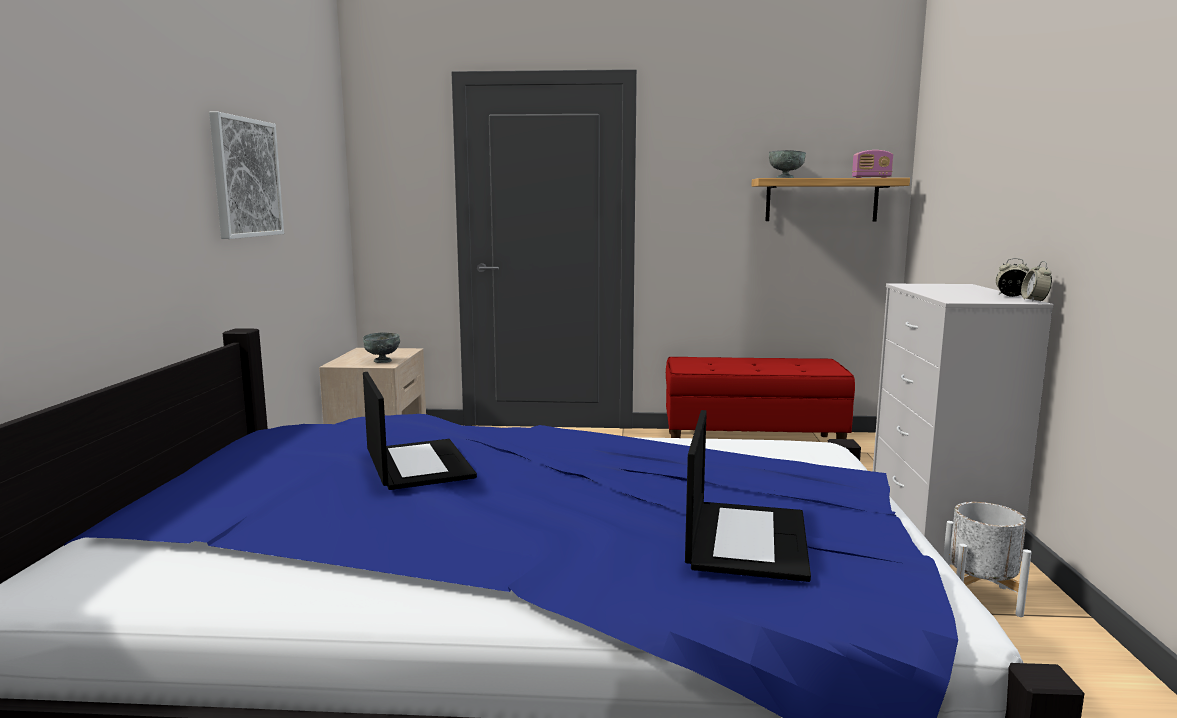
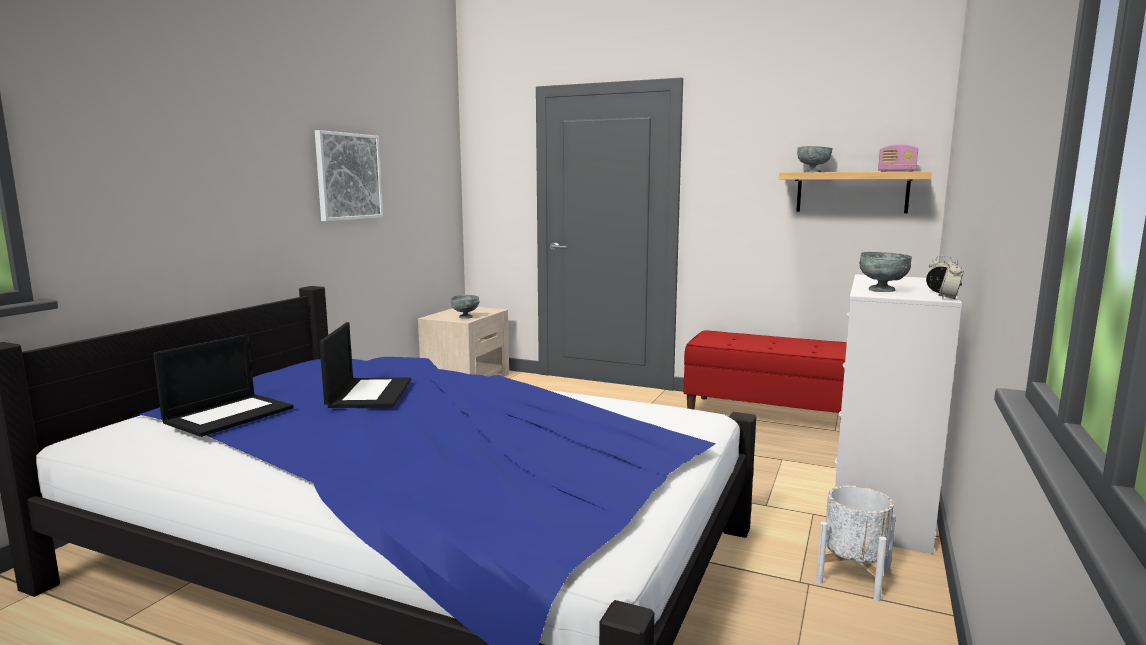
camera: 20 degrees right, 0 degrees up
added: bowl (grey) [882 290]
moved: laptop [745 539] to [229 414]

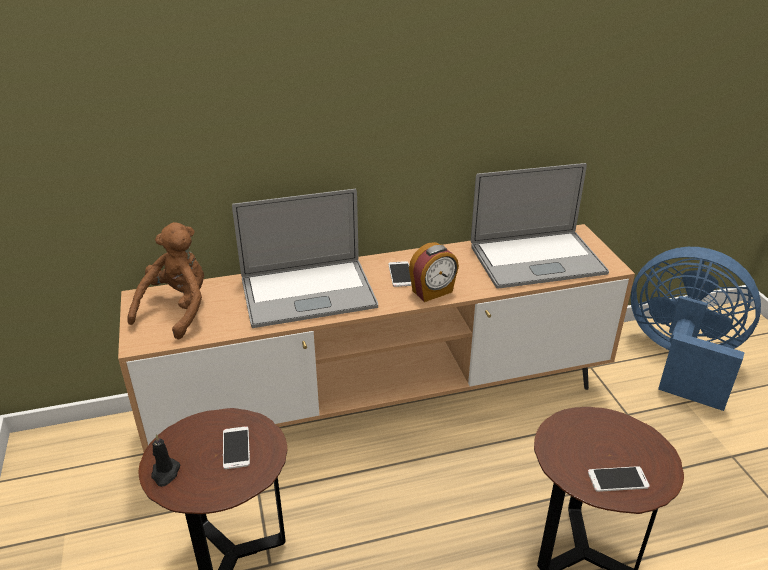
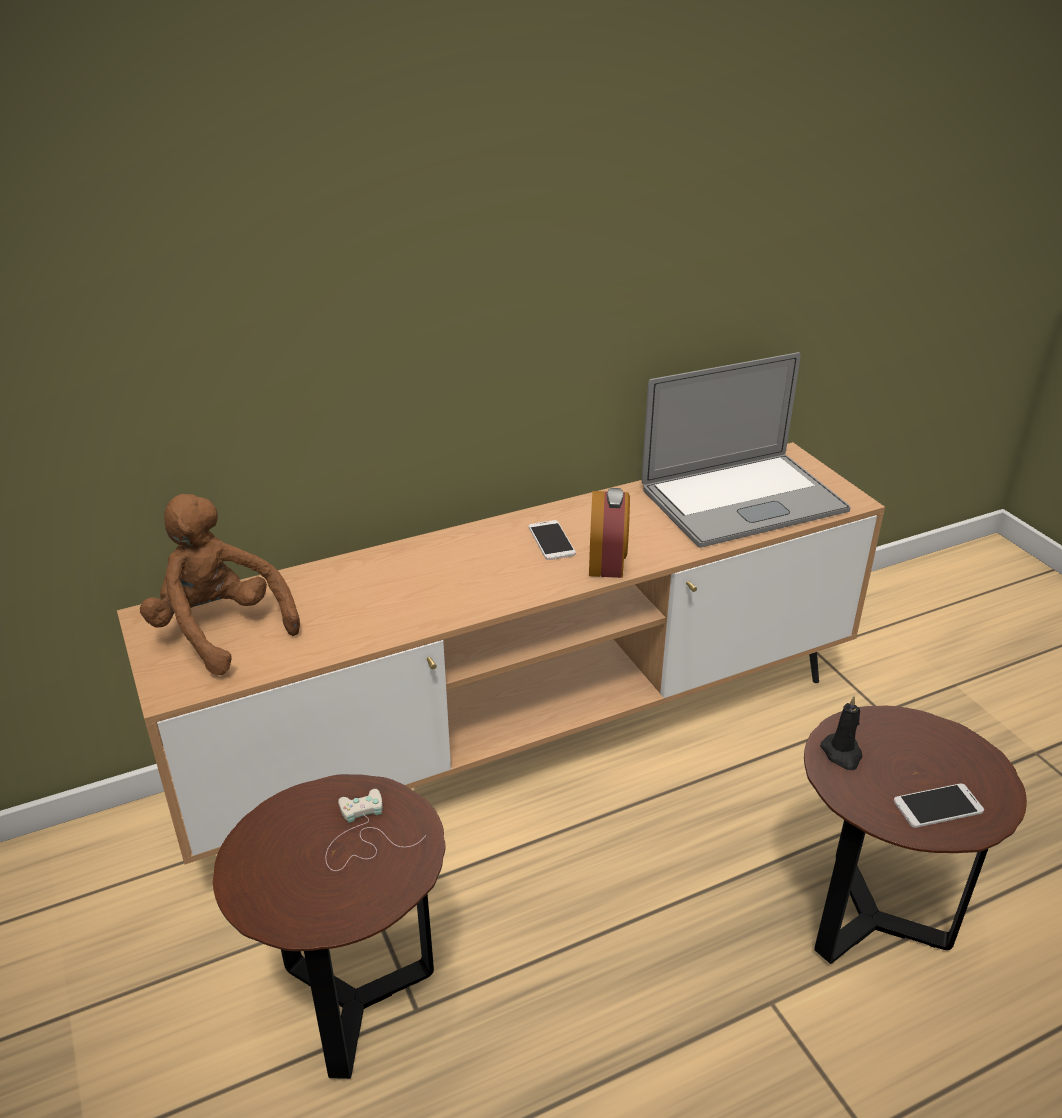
camera: 10 degrees left, 0 degrees up
removed: laptop [308 293]; fan (blue) [680 360]
moved: candle (black) [165 473] to [842 754]
replaced: phone [236 448] to game controller (white) [362 836]
turned: plush toy (brown) [177 309] = [219 630] 60 degrees counterclockwise; alarm clock [433 292] = [607 562] 45 degrees counterclockwise

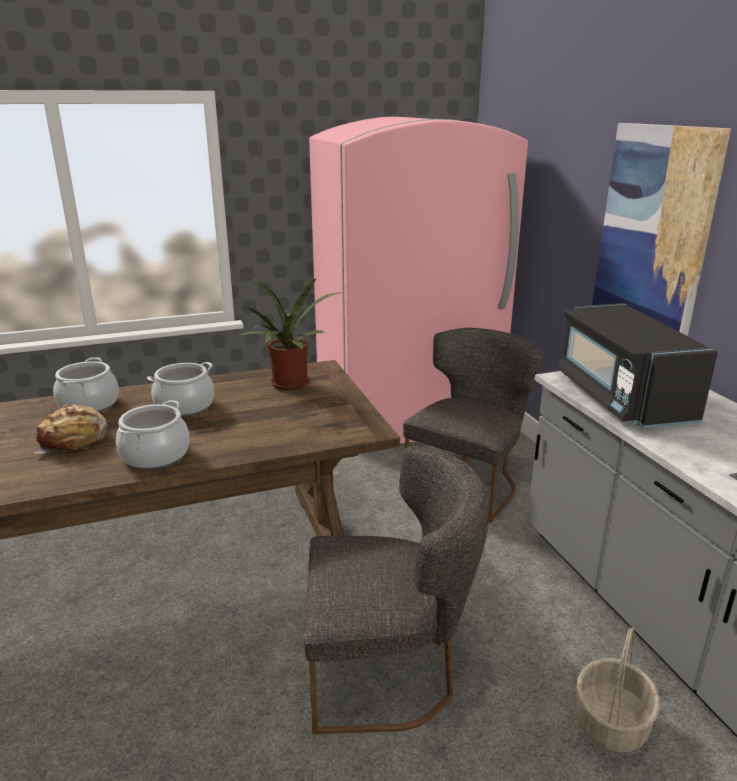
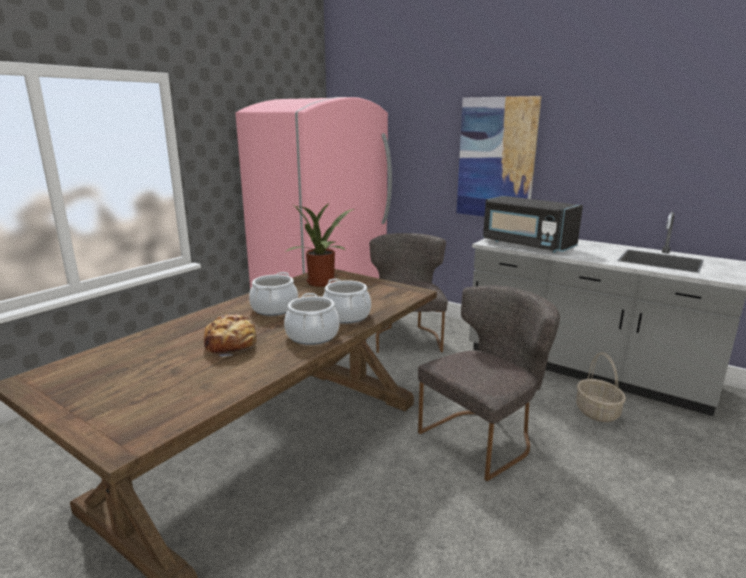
camera: 35 degrees left, 5 degrees down
moved: cooking pot [89 405] to [346 316]

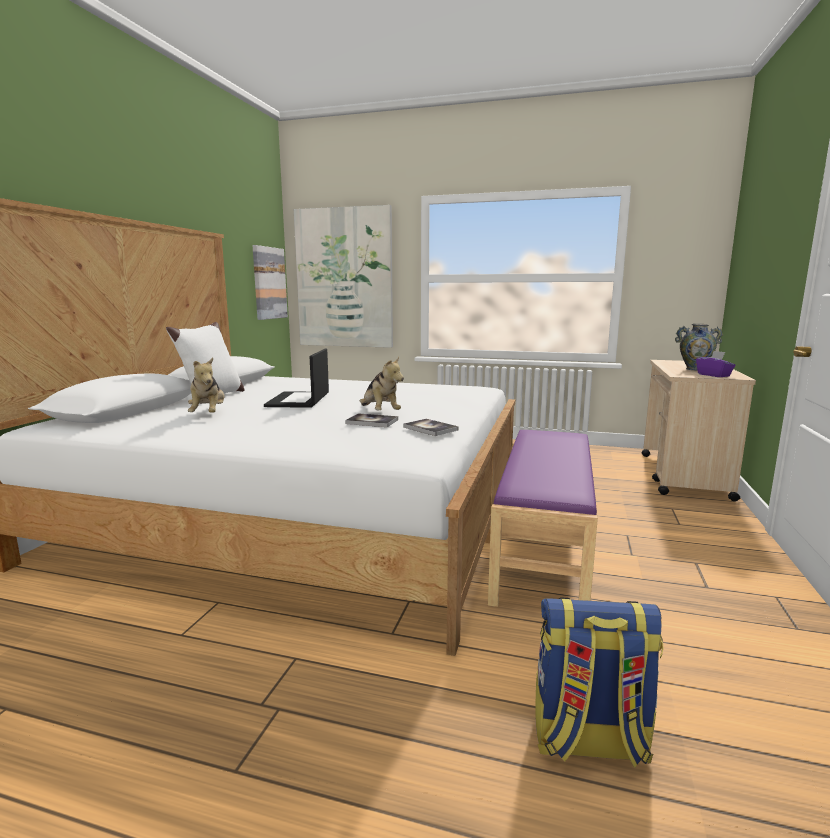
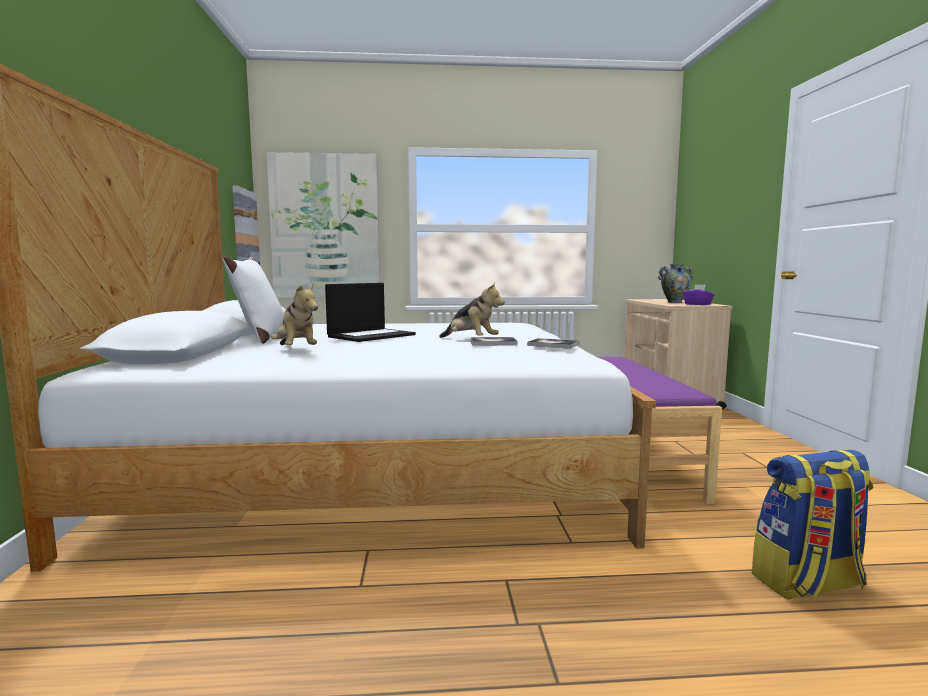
camera: 20 degrees left, 5 degrees down
turned: laptop [299 400] = [372 335] 120 degrees counterclockwise

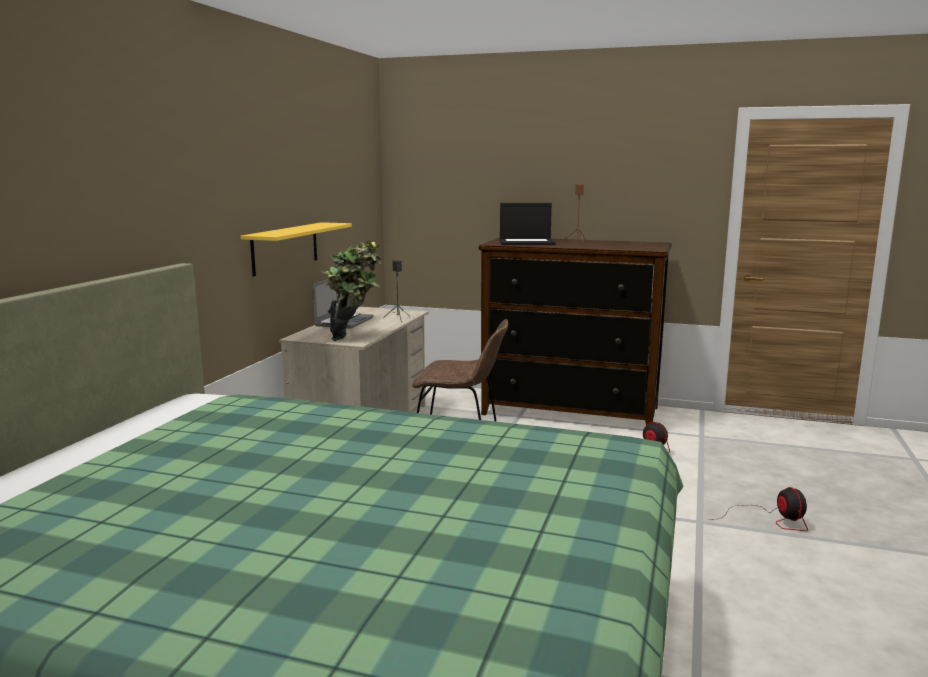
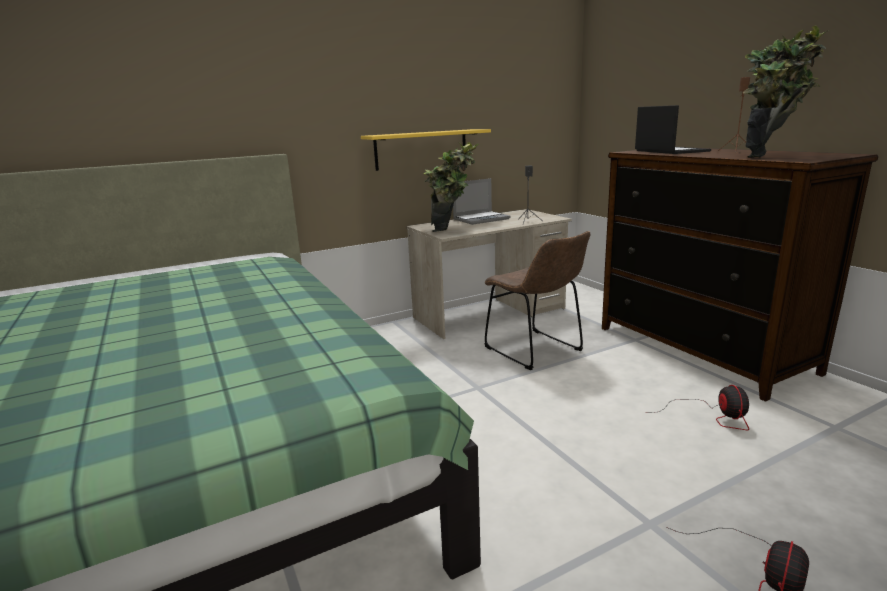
camera: 45 degrees right, 5 degrees up
added: potted plant [769 156]
turned: laptop [527 242] = [669 151] 150 degrees counterclockwise

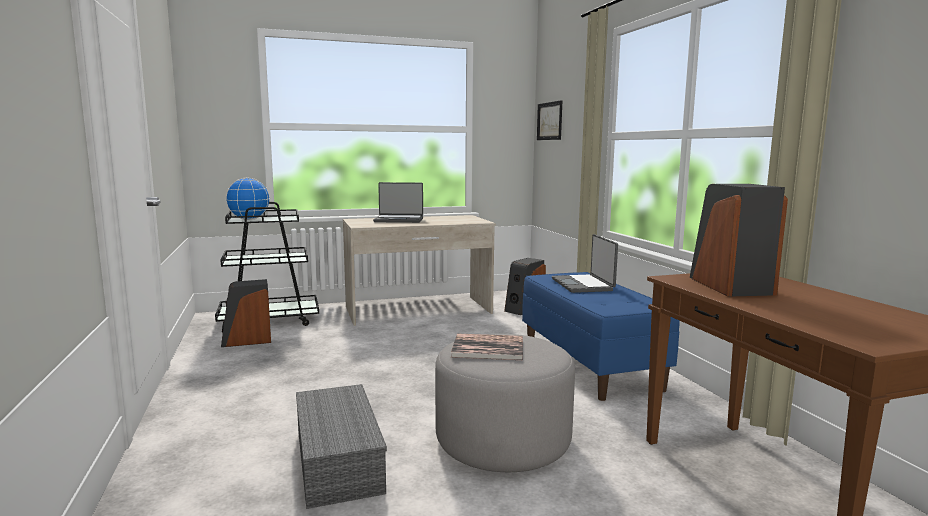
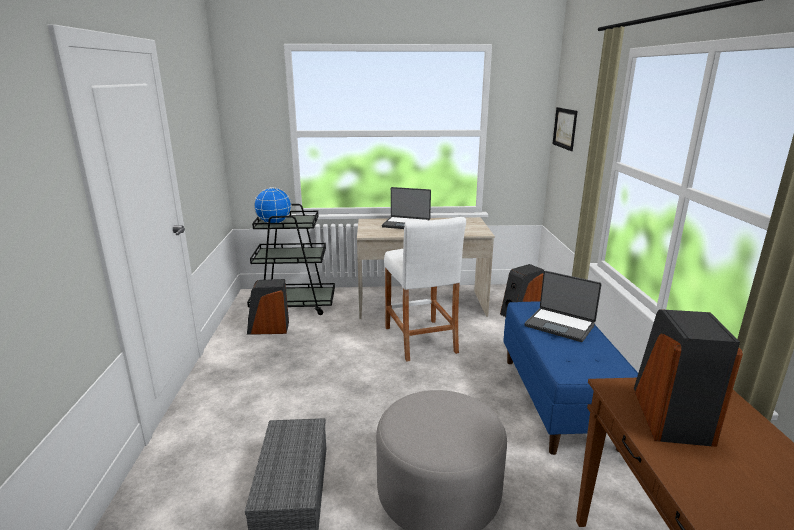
camera: 15 degrees right, 10 degrees up
removed: book [488 348]
added: stool (white) [420 339]
turned: laptop [583 285] = [560 325] 60 degrees counterclockwise

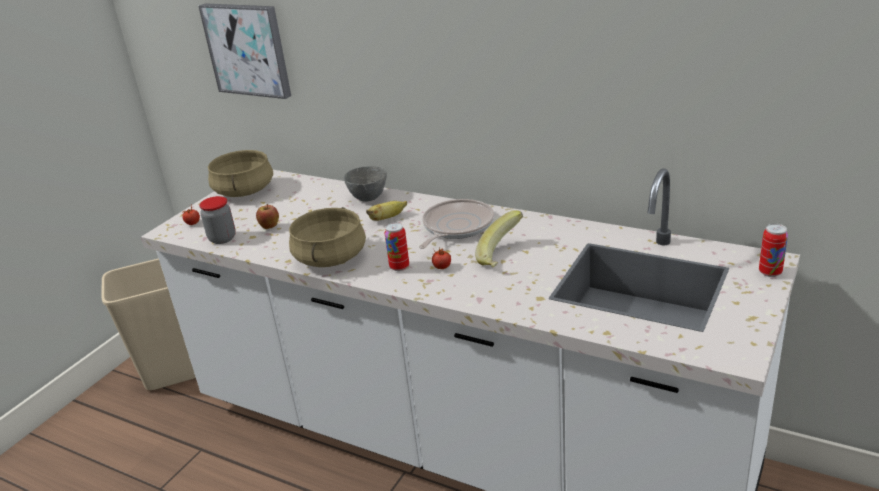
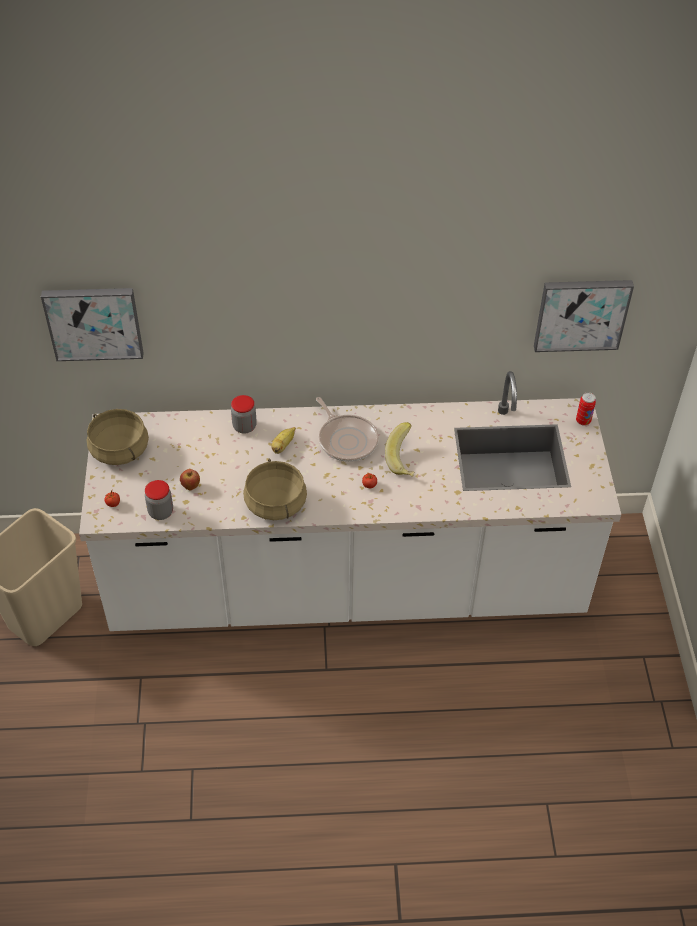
camera: 35 degrees left, 20 degrees up
removed: can [399 267]
added: picture [581 313]
replaced: bowl (grey) [367 198] to jar [244 426]
turned: frying pan [456 227] = [346 439] 150 degrees clockwise

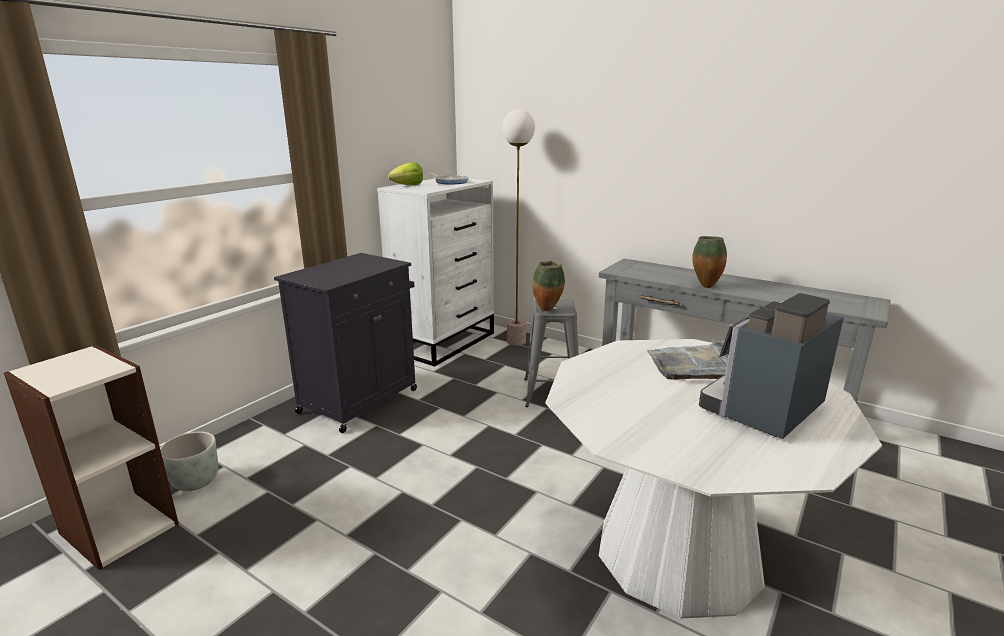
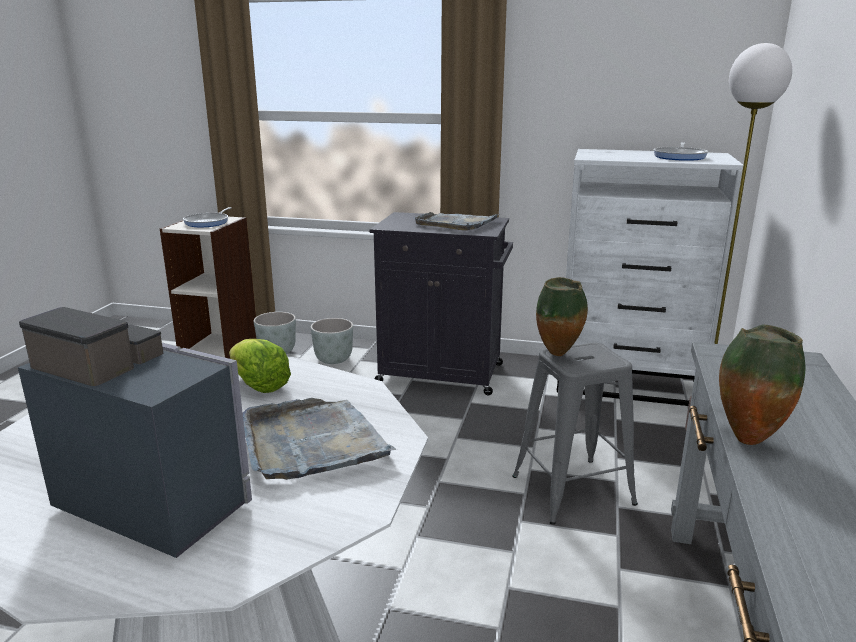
camera: 70 degrees right, 0 degrees up
added: frying pan [208 222]; planter (grey) [333 360]; tray (grey) [456 223]
moved: lettuce [408 185] to [258 385]

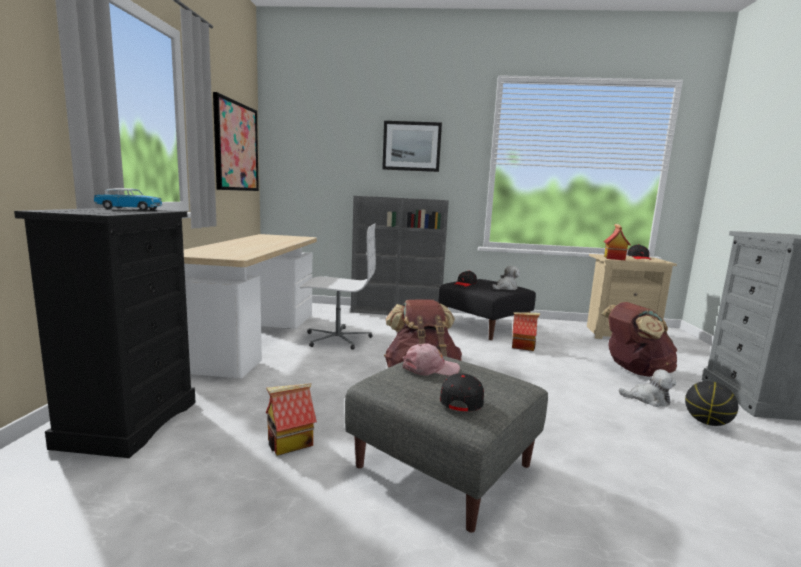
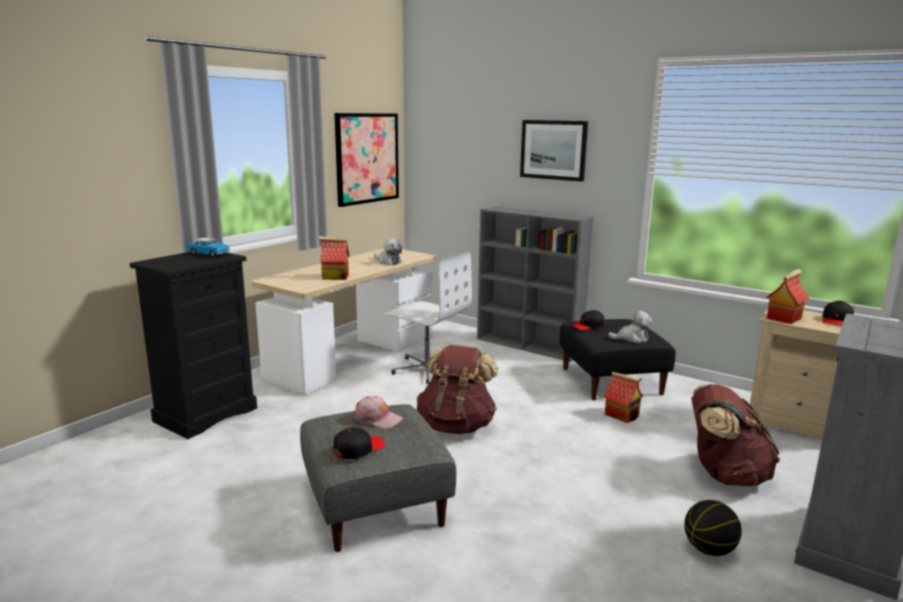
camera: 30 degrees right, 5 degrees up
moved: toy house [289 443] to [334 277]; plush toy [648 399] to [388 262]

